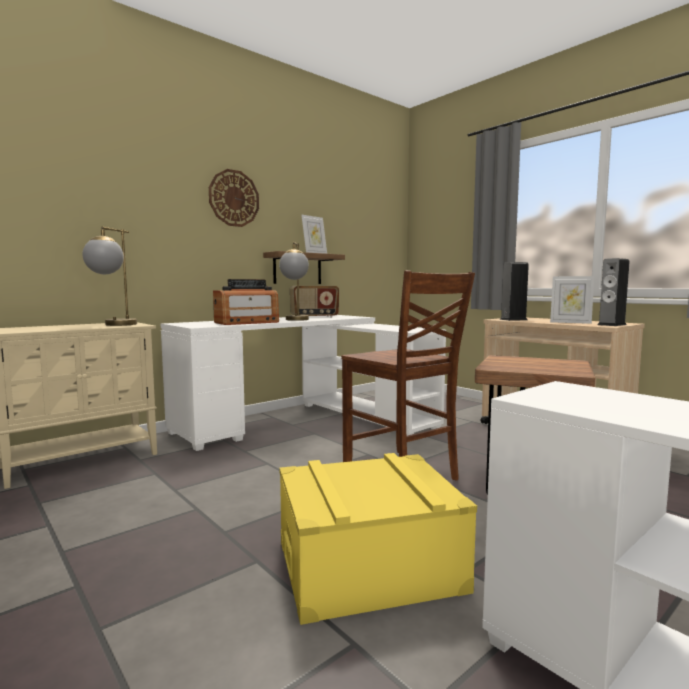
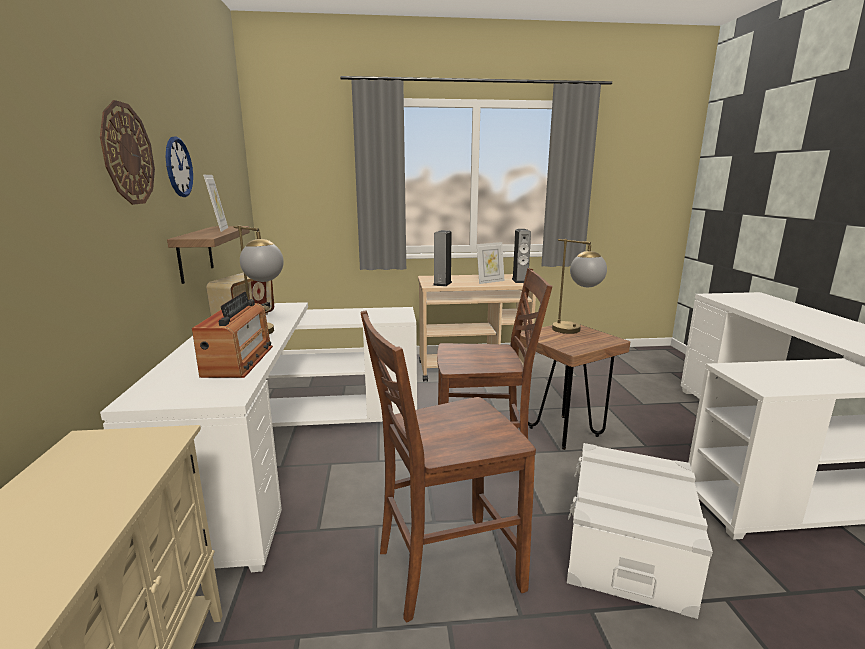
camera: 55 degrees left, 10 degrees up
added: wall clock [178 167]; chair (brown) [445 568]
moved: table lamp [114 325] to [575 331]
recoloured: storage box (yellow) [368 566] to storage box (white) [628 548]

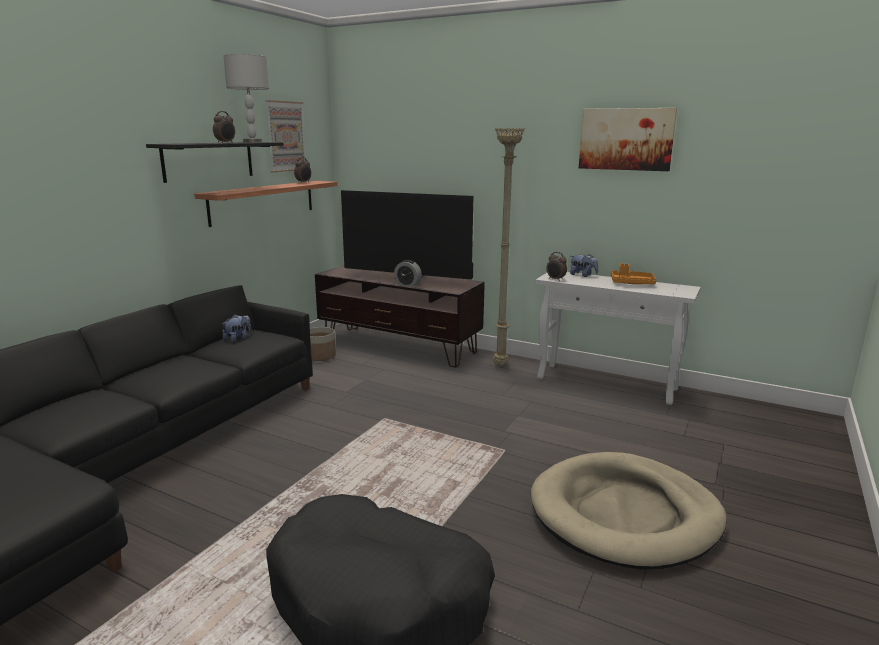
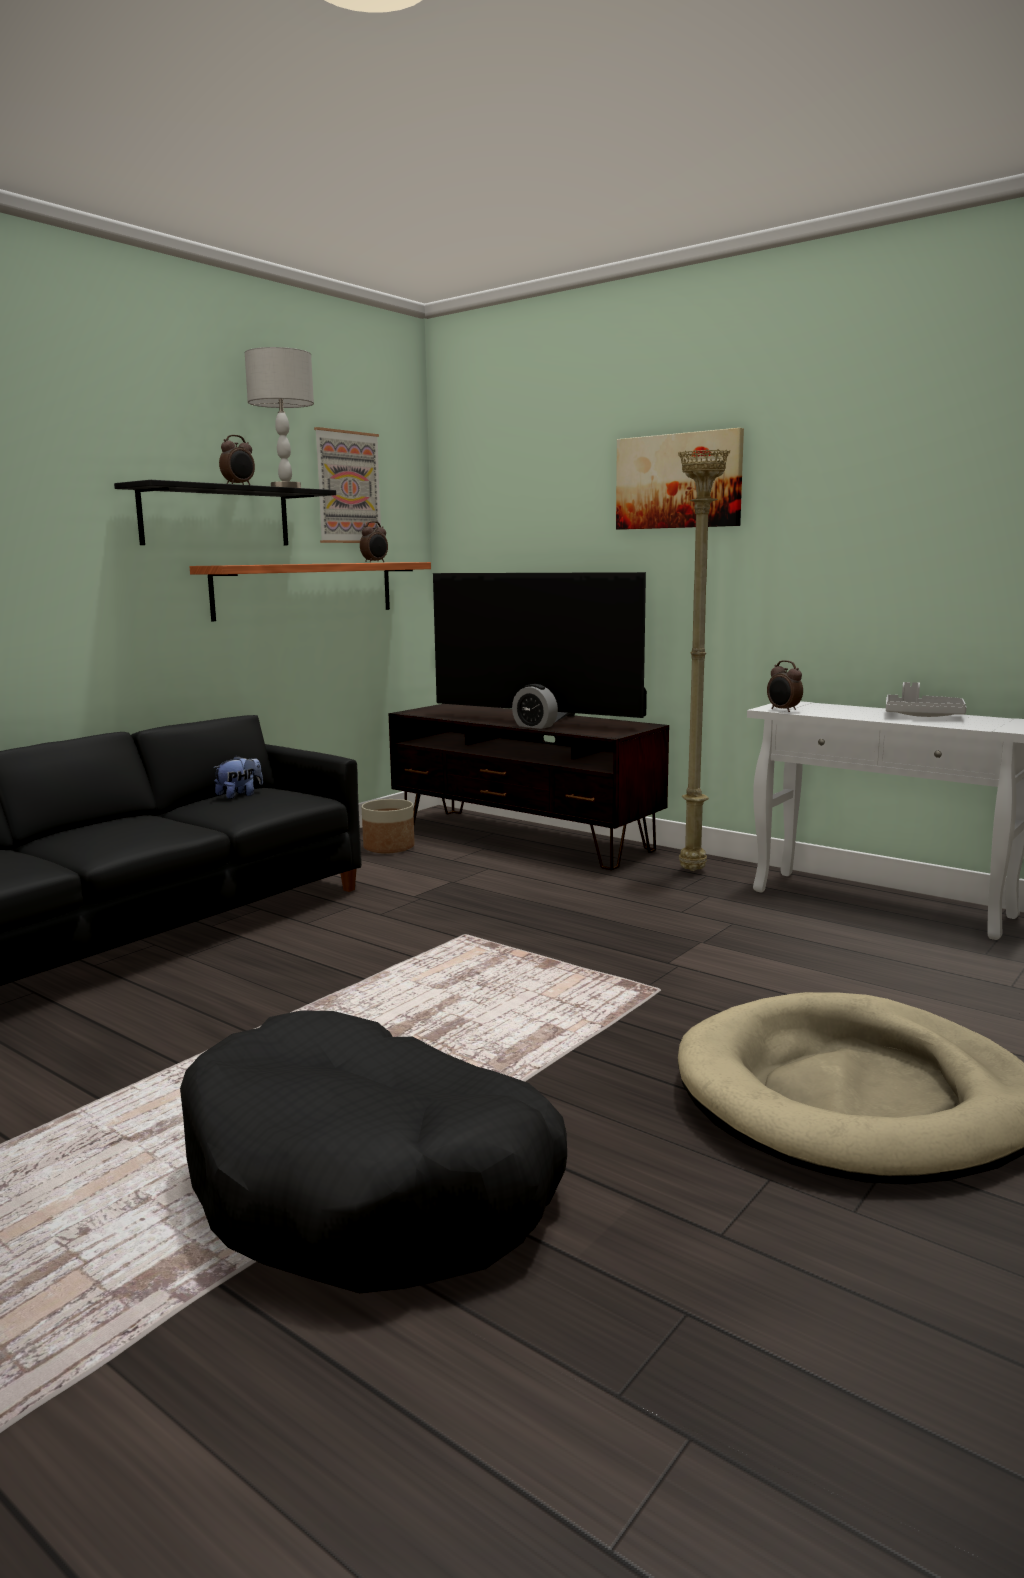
camera: 10 degrees right, 5 degrees down
removed: plush toy [583 275]
moved: picture [626 139] to [678 481]
recoloured: tray (orange) [631 283] to tray (grey) [922 716]

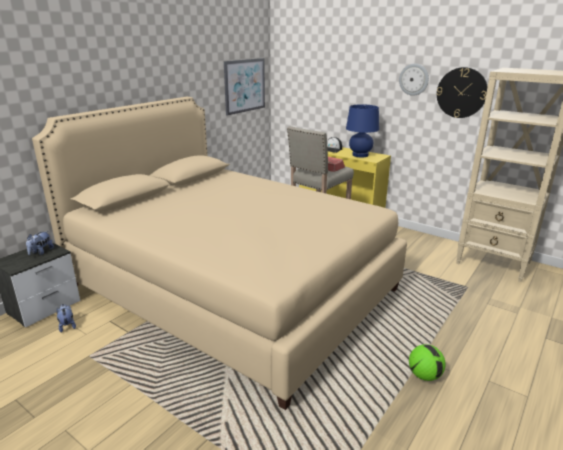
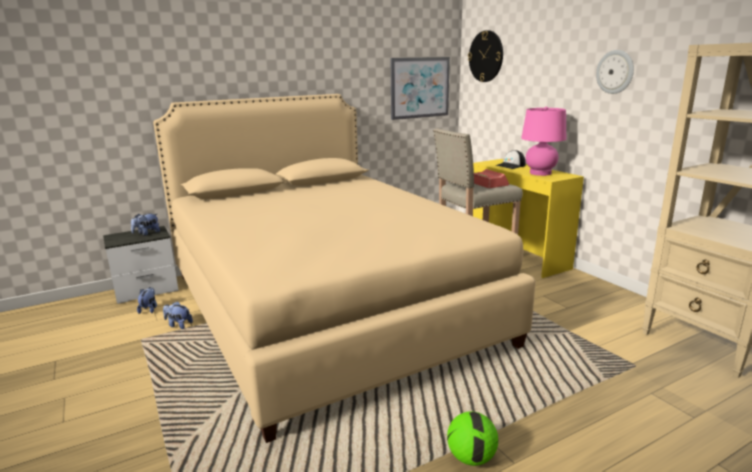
camera: 25 degrees right, 5 degrees down
added: plush toy [178 325]
moved: wall clock [461 92] to [486 56]
recoloured: table lamp (blue) [360 155] to table lamp (pink) [540 173]

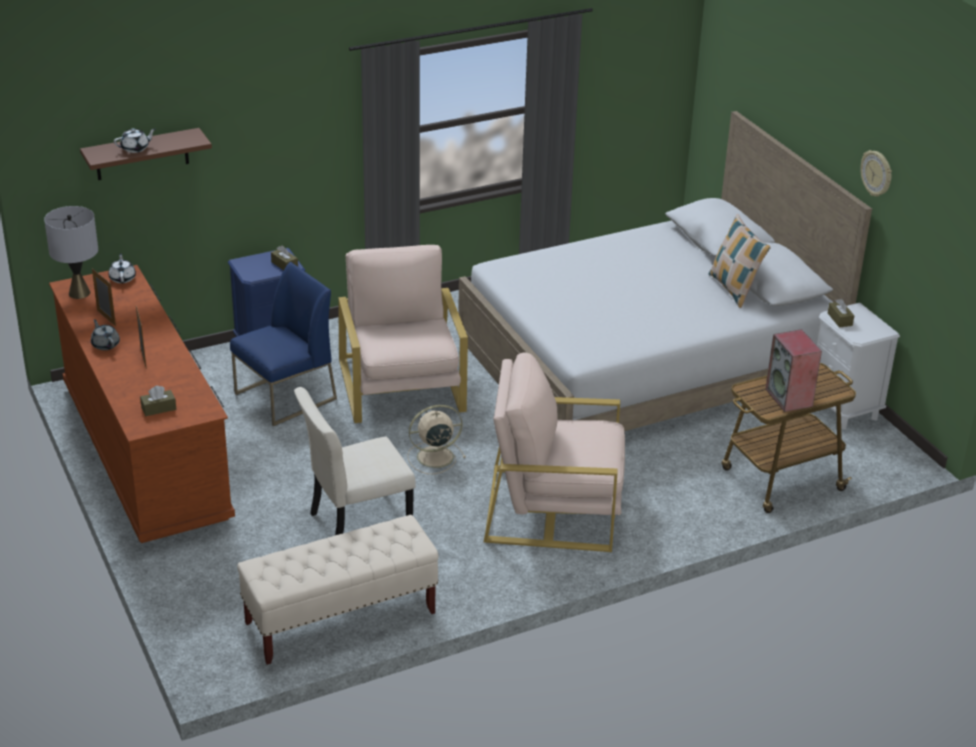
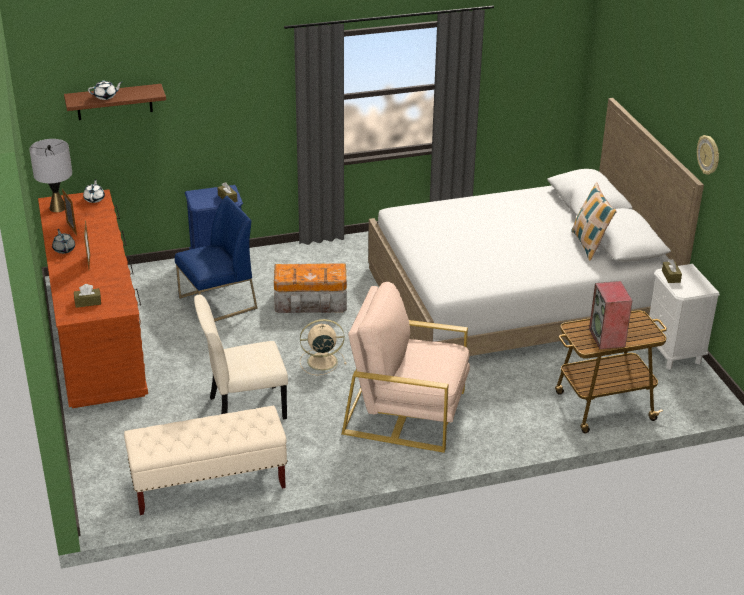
camera: 10 degrees right, 0 degrees up
replaced: armchair (beige) [401 386] to storage box [311 302]

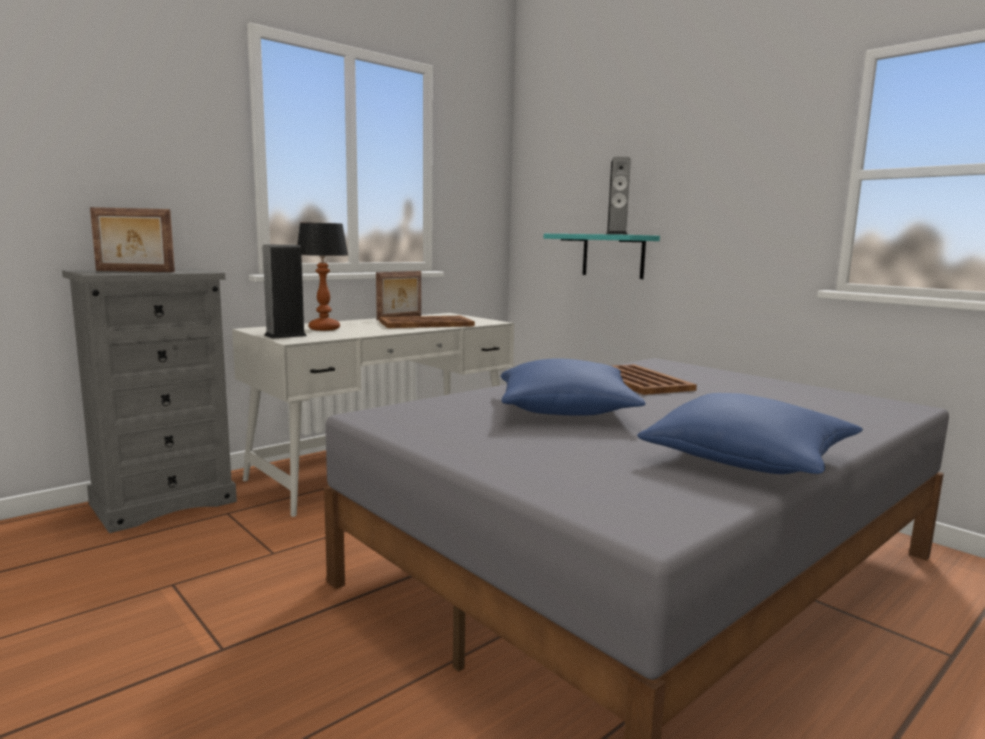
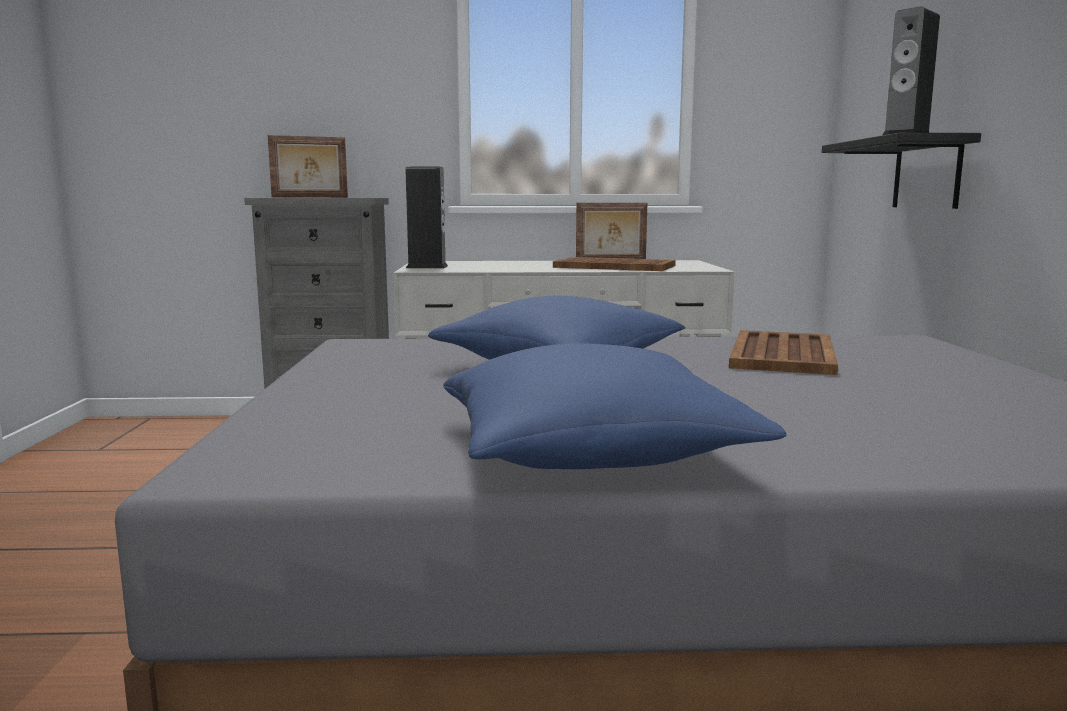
camera: 40 degrees right, 0 degrees up
removed: table lamp [324 329]
recoloured: shelf (turquoise) [613 256] to shelf (black) [927 174]
turned: picture frame [134 271] = [310 197] 60 degrees counterclockwise

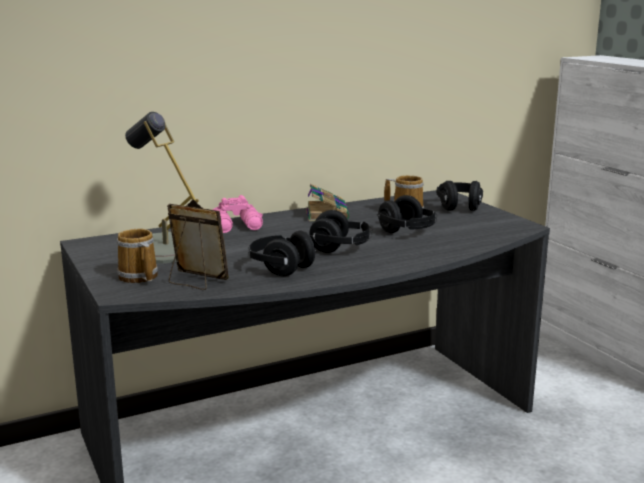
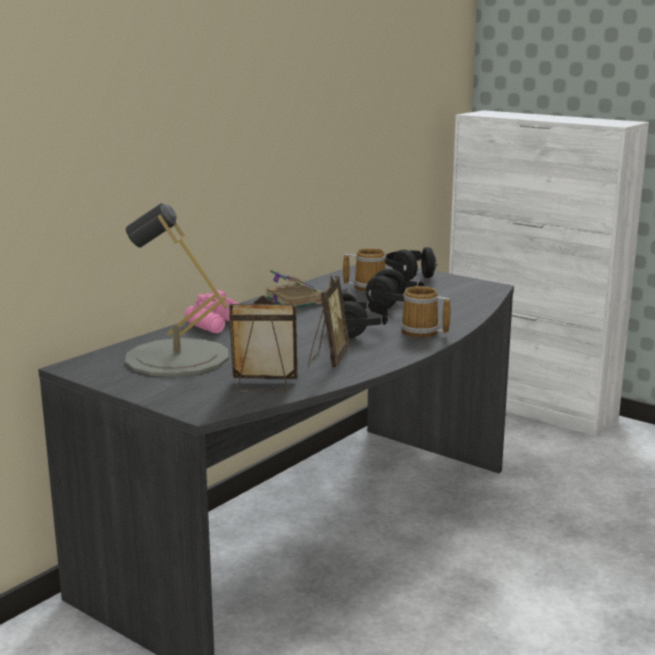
camera: 25 degrees left, 0 degrees up
moved: mug [138 277] to [422 332]
replaced: headphones (black) [281 268] to picture frame [328 359]

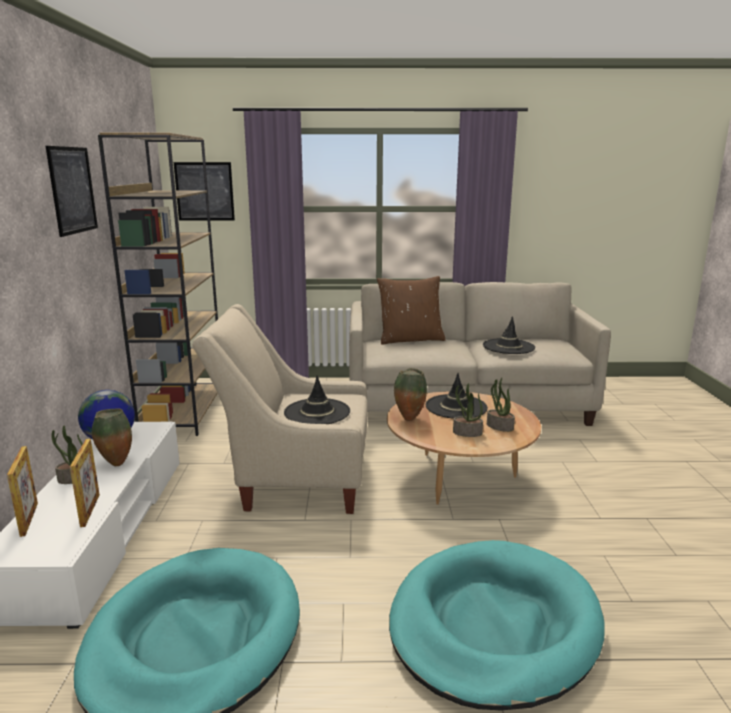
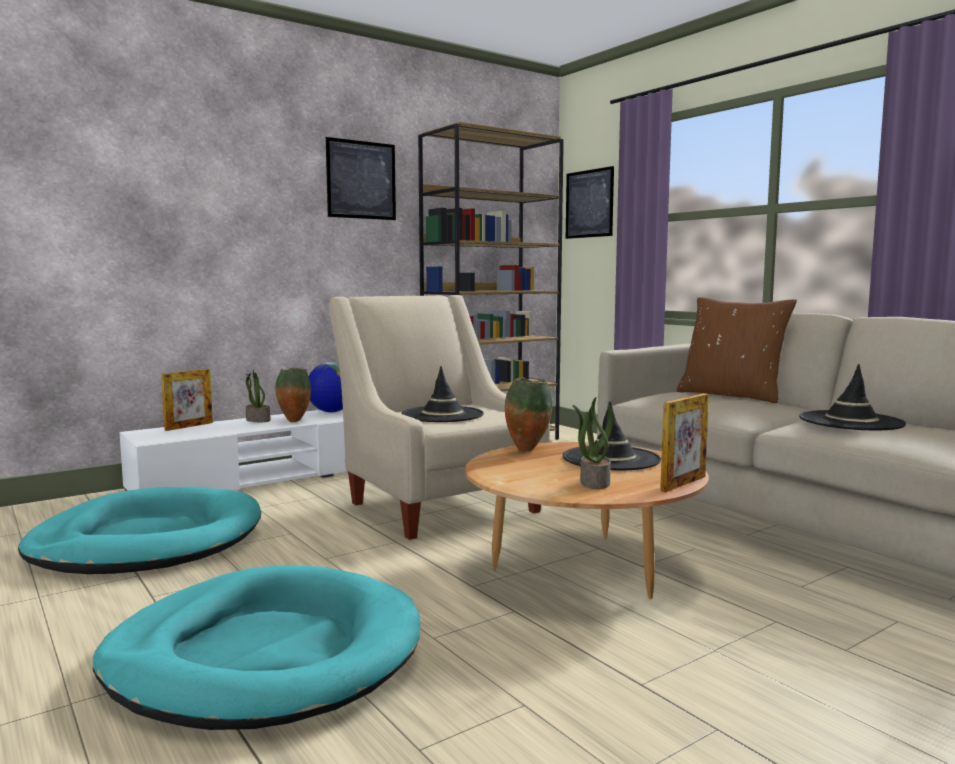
camera: 55 degrees right, 10 degrees down
removed: potted plant [467 433]
moved: picture frame [90 510] to [683 483]

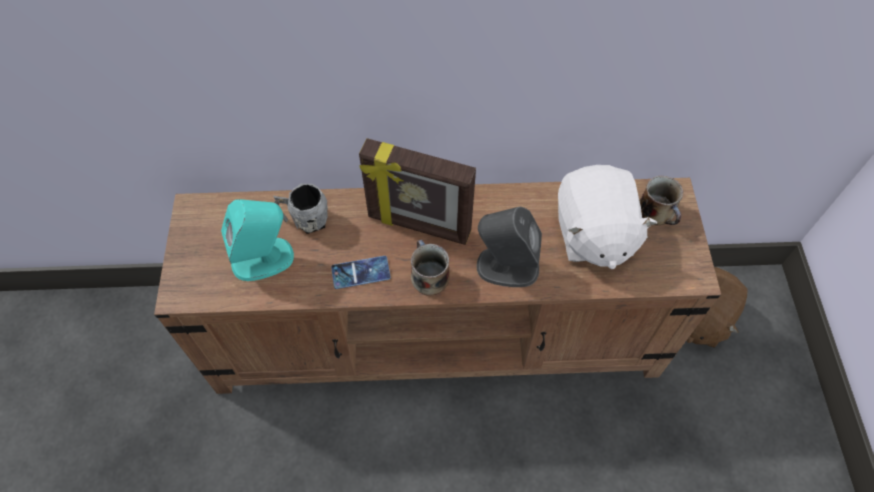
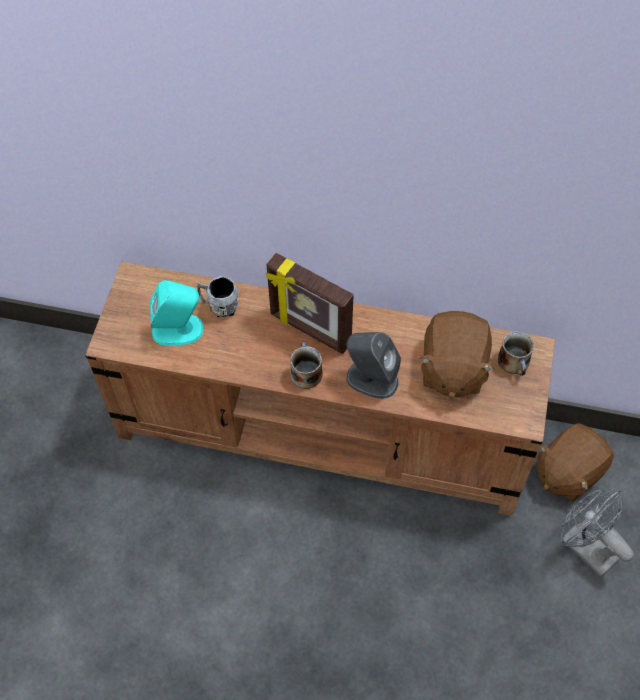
camera: 15 degrees right, 0 degrees up
removed: phone [360 272]
added: fan (grey) [584 547]
recoloured: plush toy (white) [593 234] to plush toy (brown) [452 369]

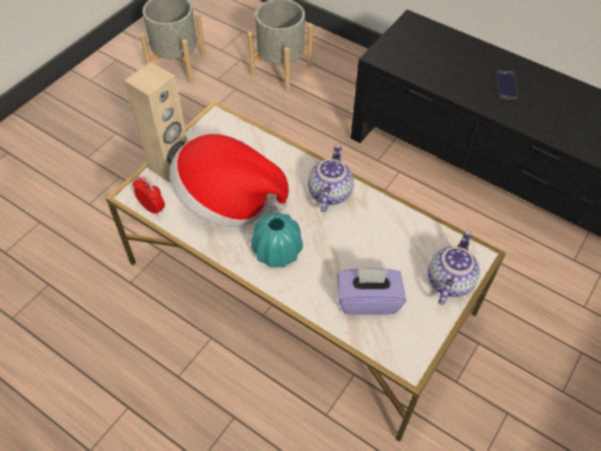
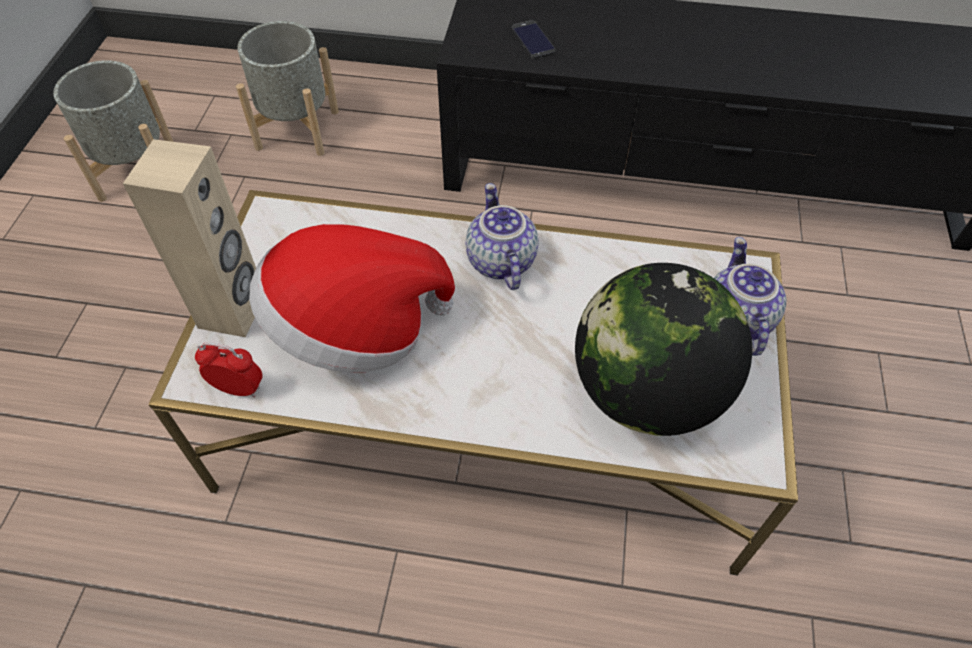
camera: 25 degrees left, 0 degrees up
removed: vase (turquoise) [277 252]
moved: phone [506 85] to [533 40]
replaced: tissue box (purple) [368 300] to globe [647 392]

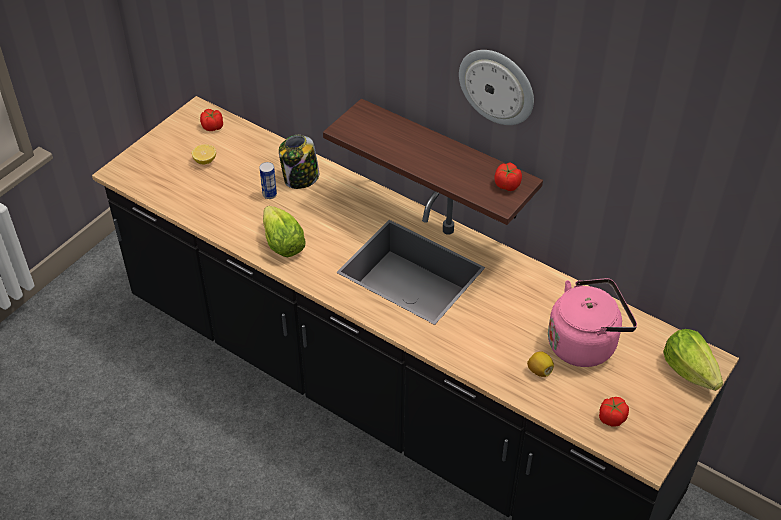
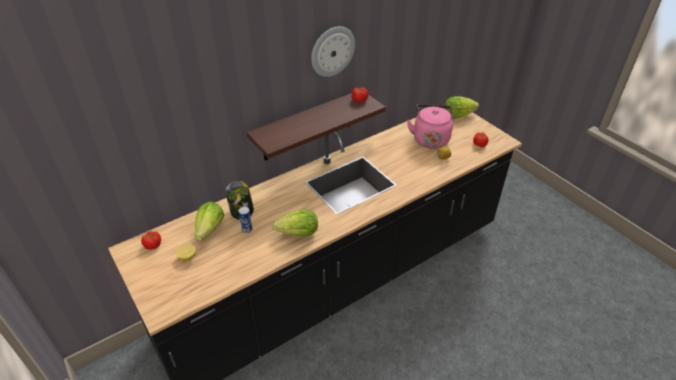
camera: 70 degrees left, 5 degrees down
added: lettuce [210 229]

